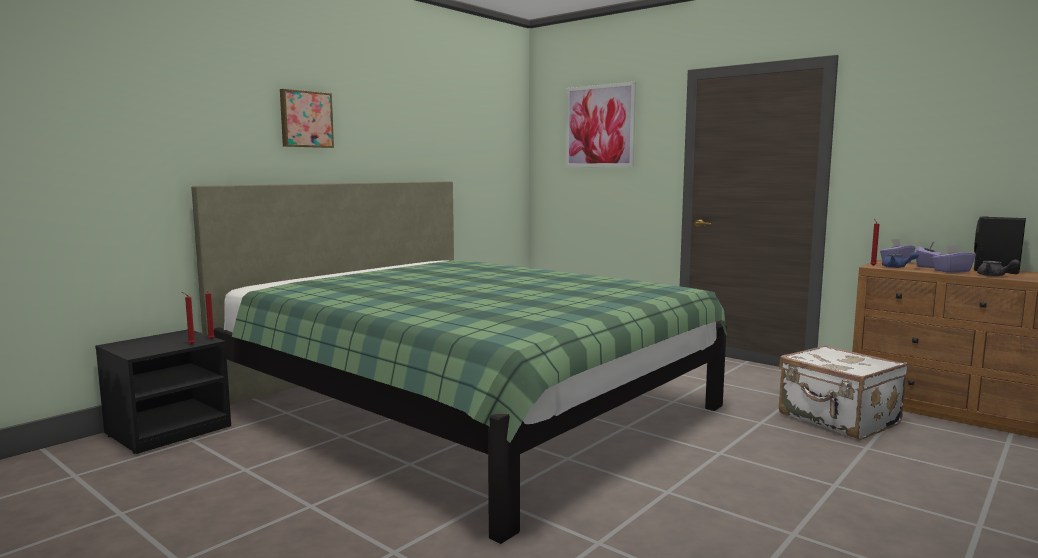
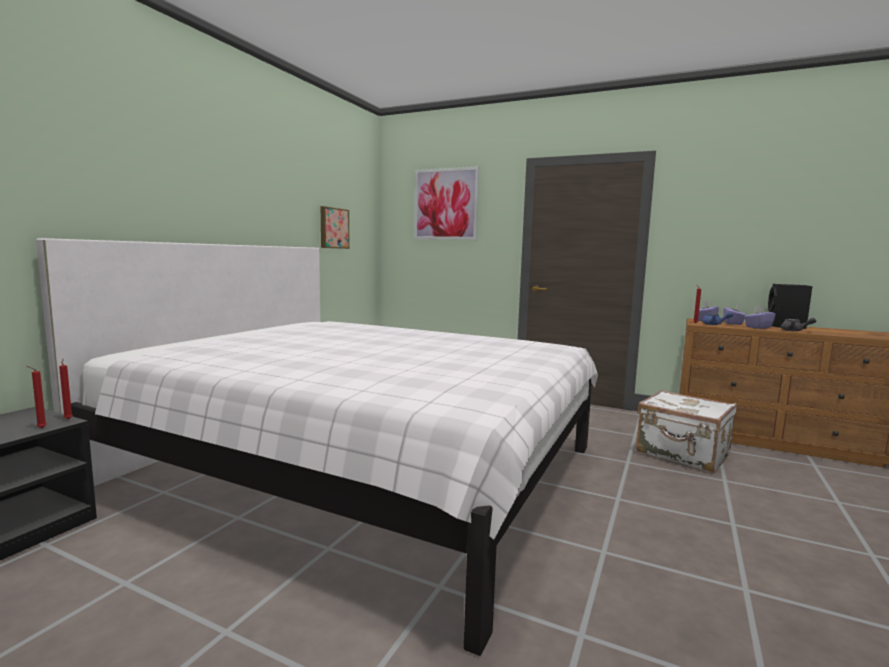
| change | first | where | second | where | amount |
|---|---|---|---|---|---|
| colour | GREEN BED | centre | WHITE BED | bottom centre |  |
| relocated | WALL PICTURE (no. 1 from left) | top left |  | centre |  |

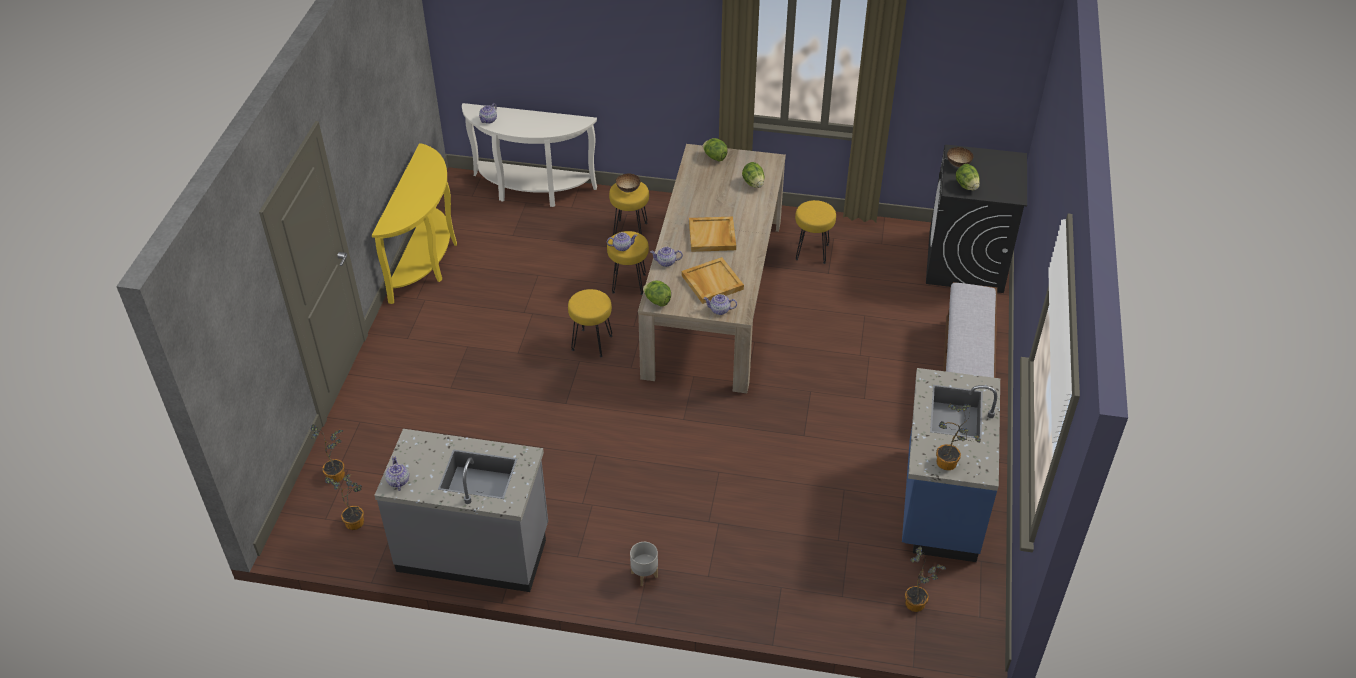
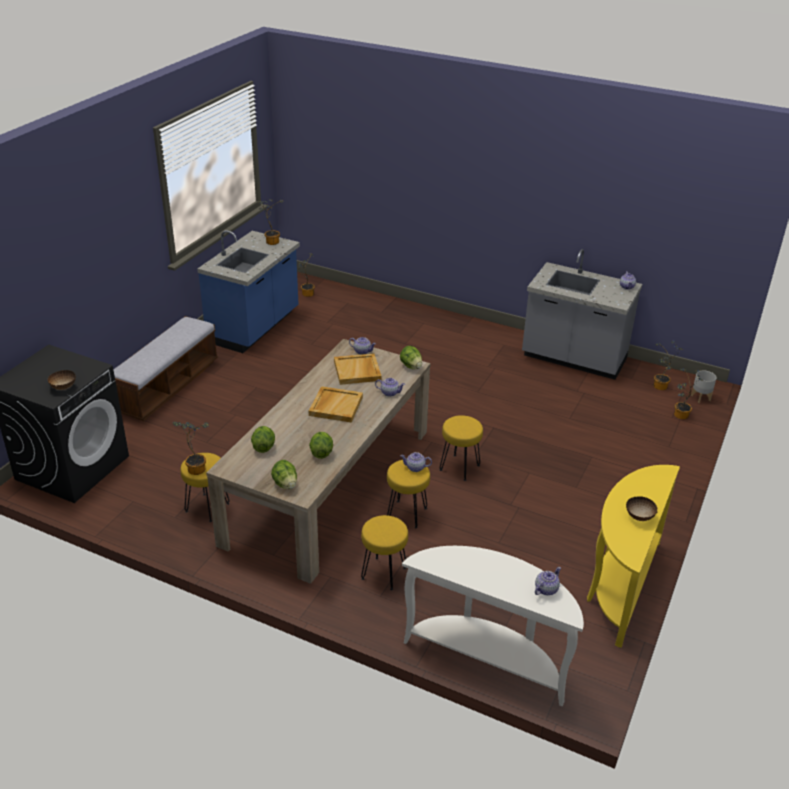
| change | first | where | second | where | amount |
|---|---|---|---|---|---|
| relocated | SERVING BOWL (no. 1 from left in the first image) | top centre | SERVING BOWL (no. 2 from left) | middle right |  |
| relocated | GRAY FLOWER POT | bottom centre |  | middle right |  |
| relocated | LETTUCE HEAD (no. 4 from left in the first image) | top right | LETTUCE HEAD (no. 3 from left) | centre |  |
| appeared |  |  | PLANT IN A POT (no. 1 from left) | middle left |  |

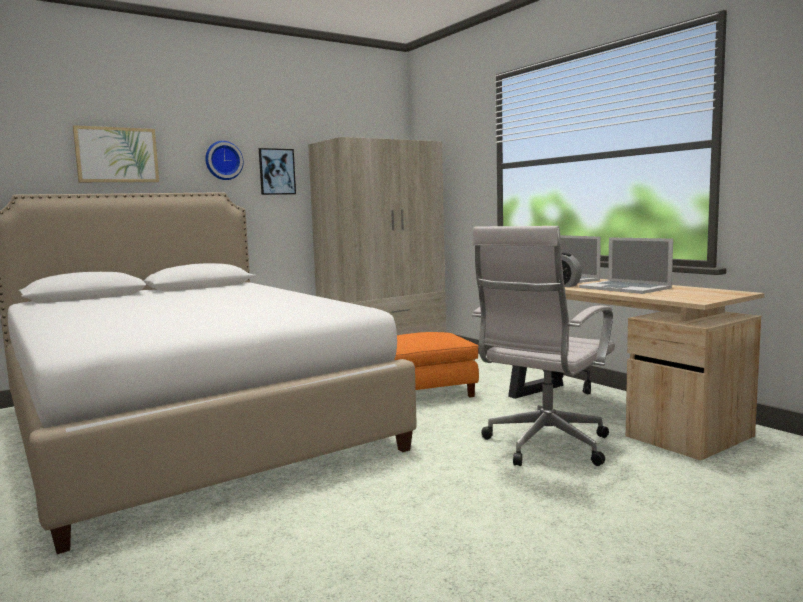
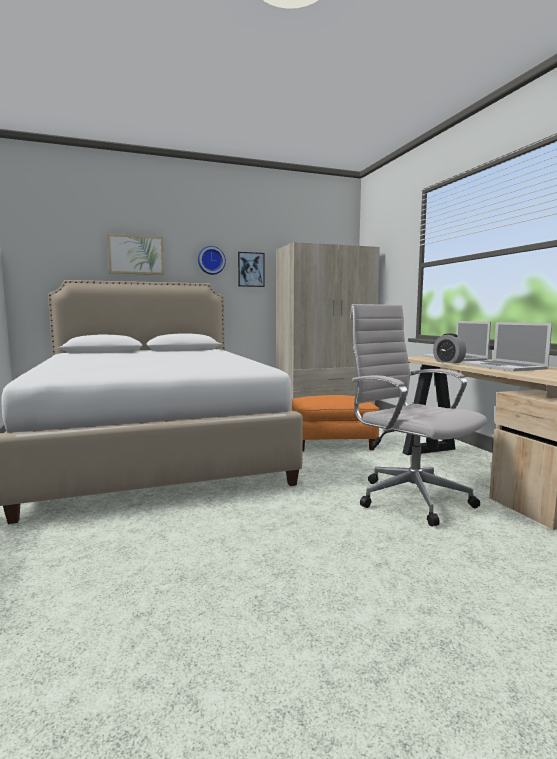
| change | first | where | second | where | amount |
|---|---|---|---|---|---|
| spun | WHITE OFFICE CHAIR | middle right |  | middle right | 90 degrees clockwise |

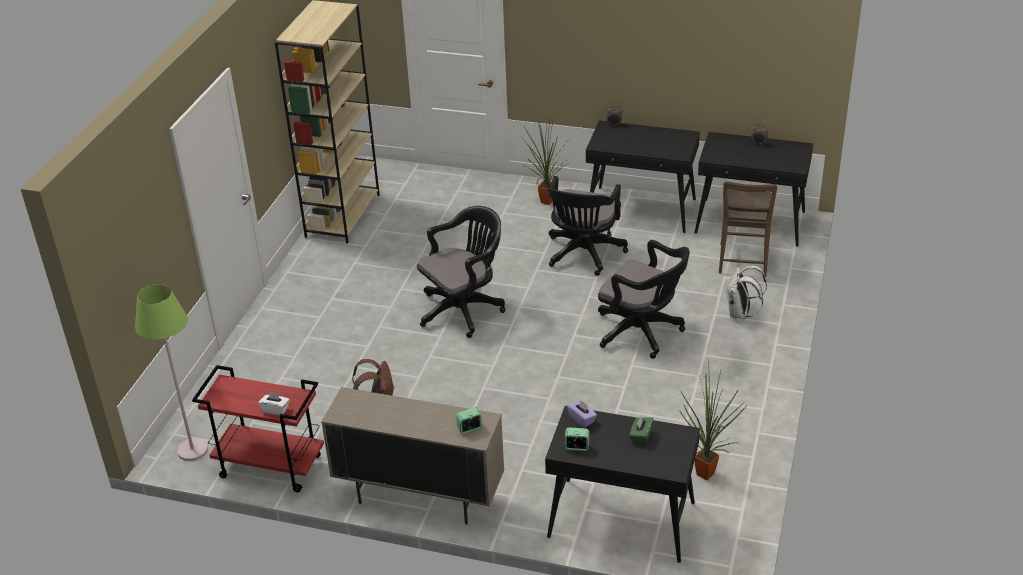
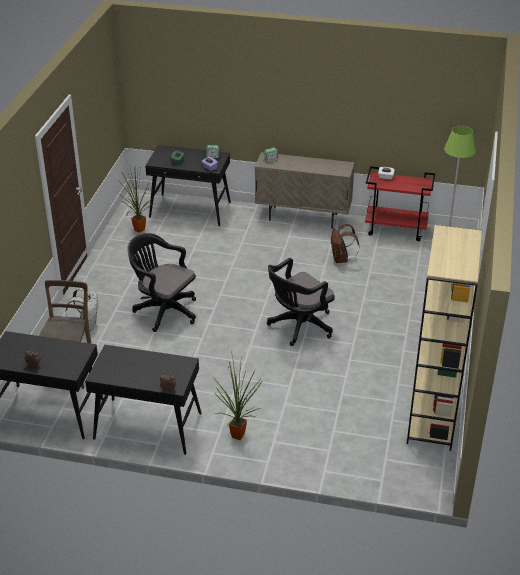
| change | first | where | second | where | amount |
|---|---|---|---|---|---|
| missing | BLACK OFFICE CHAIR (no. 2 from left) | centre |  |  |  |

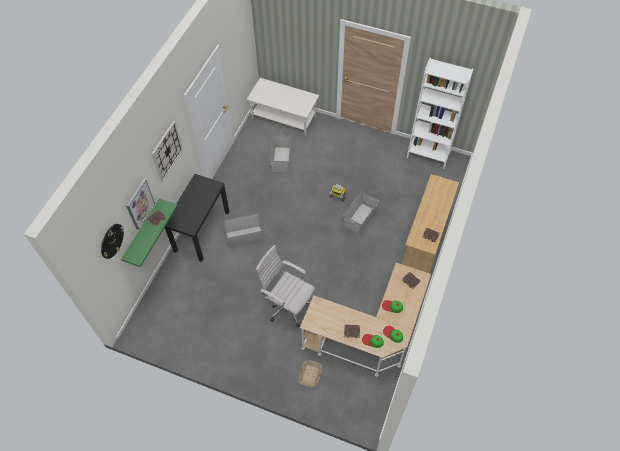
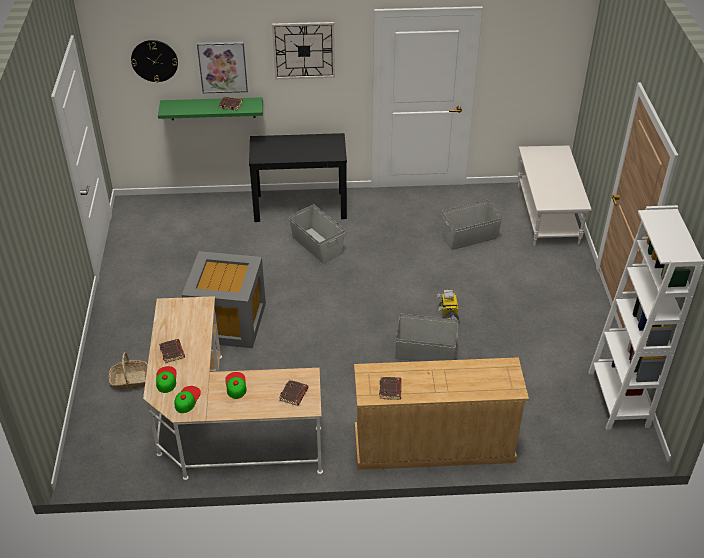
| change | first | where | second | where | amount |
|---|---|---|---|---|---|
| exchanged | WHITE OFFICE CHAIR | centre | GRAY STORAGE CONTAINER (no. 1 from left) | middle left |  |

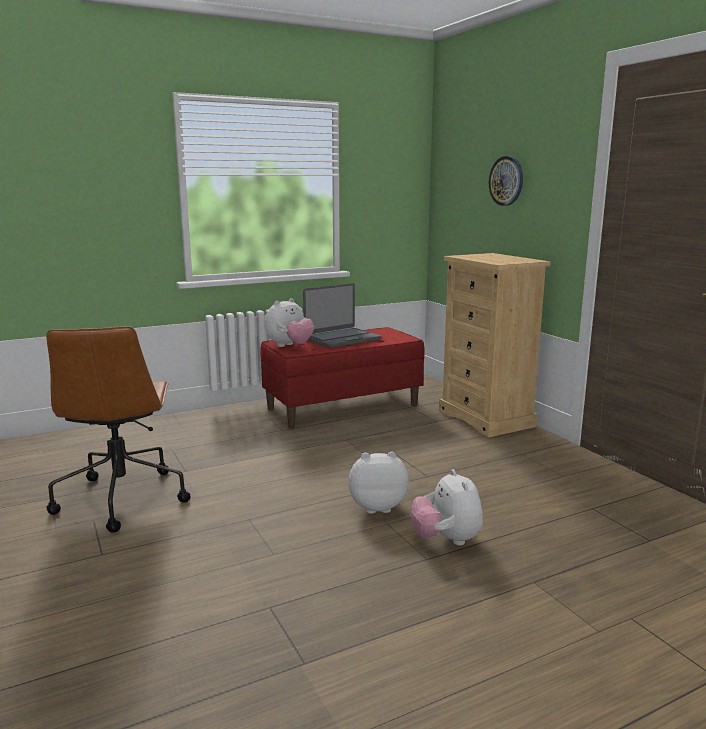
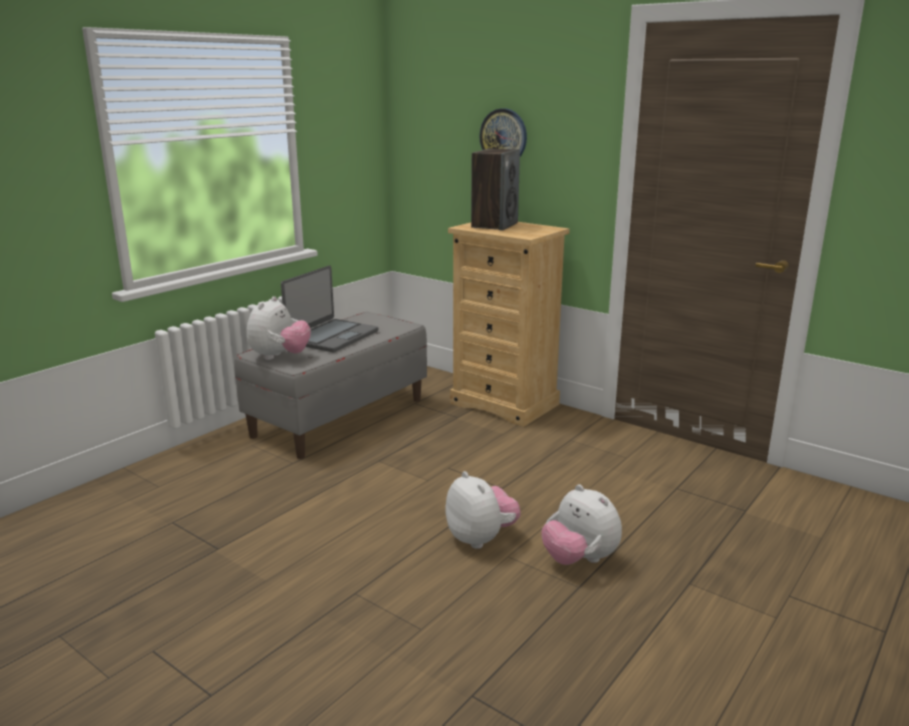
| change | first | where | second | where | amount |
|---|---|---|---|---|---|
| missing | BROWN-COLOURED OFFICE CHAIR | middle left |  |  |  |
| colour | RED LONG SEAT | centre | GRAY LONG SEAT | centre |  |
| spun | PLUSH TOY (no. 2 from left) | centre |  | bottom centre | 90 degrees clockwise |
| appeared |  |  | LOUDSPEAKER | top centre |  |

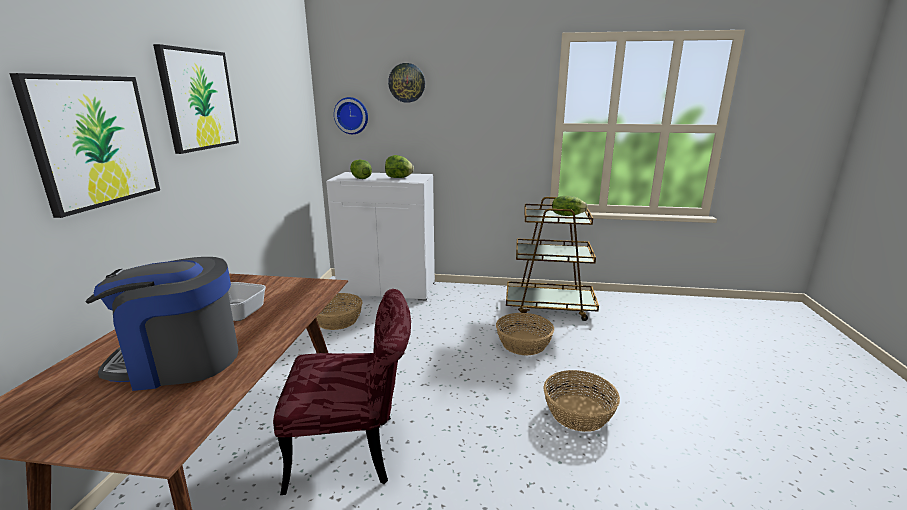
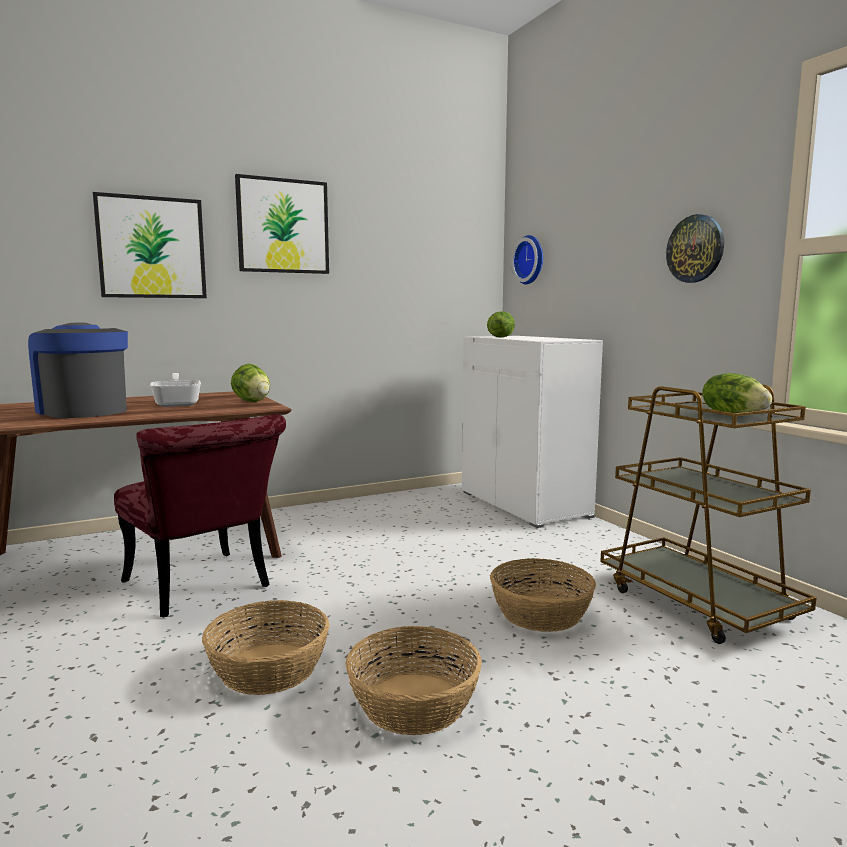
| change | first | where | second | where | amount |
|---|---|---|---|---|---|
| relocated | BASKET (no. 1 from left) | centre |  | bottom left |  |
| relocated | LETTUCE HEAD (no. 2 from left in the first image) | top centre | LETTUCE HEAD (no. 1 from left) | middle left |  |
| relocated | WALL CLOCK (no. 2 from left) | top centre |  | top right |  |

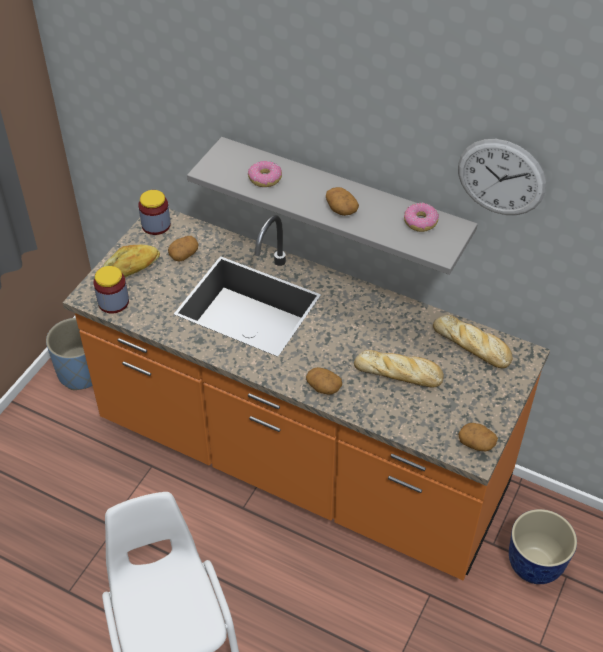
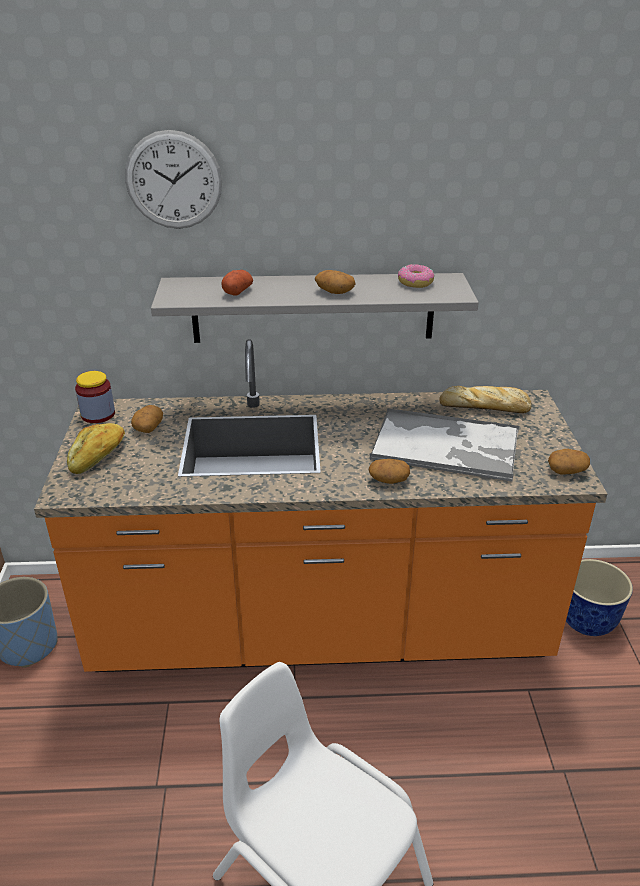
| change | first | where | second | where | amount |
|---|---|---|---|---|---|
| missing | STORAGE JAR (no. 1 from left) | middle left |  |  |  |
| exchanged | DOUGHNUT (no. 1 from left) | top centre | SPUD (no. 2 from left) | top centre |  |
| exchanged | BAKED BREAD (no. 2 from left) | centre | SERVING TRAY | middle right |  |
| relocated | WALL CLOCK | top right |  | top left |  |

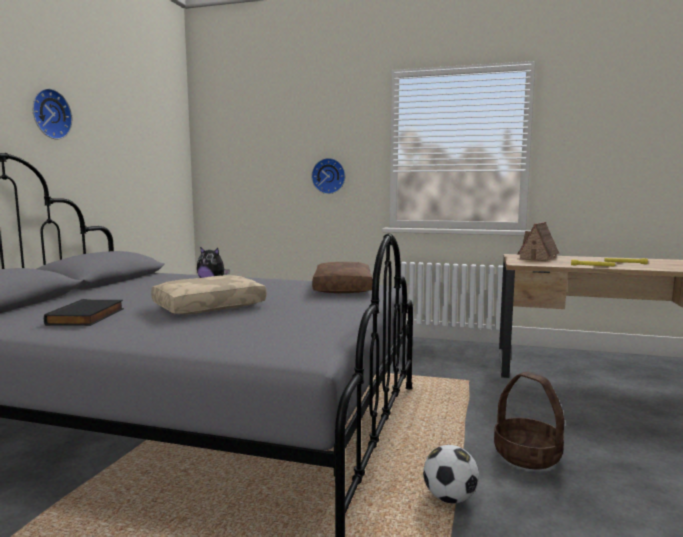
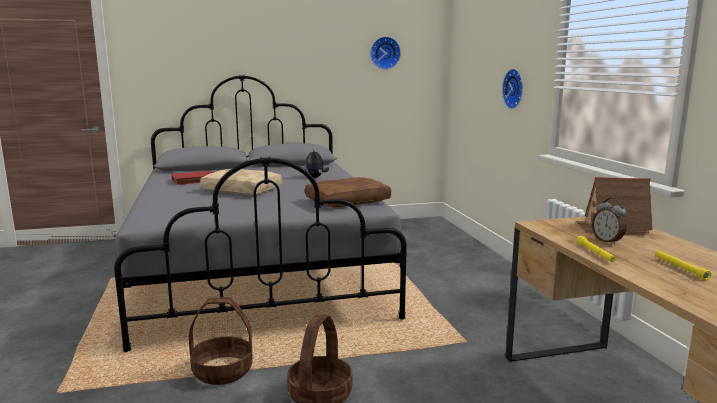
| change | first | where | second | where | amount |
|---|---|---|---|---|---|
| relocated | WALL CLOCK (no. 1 from left) | top left |  | top centre |  |
| colour | BLACK BOUND BOOK | middle left | RED BOUND BOOK | middle left |  |
| exchanged | FOOTBALL | bottom centre | BASKET (no. 1 from left) | bottom left |  |
| appeared |  |  | ALARM CLOCK | middle right |  |

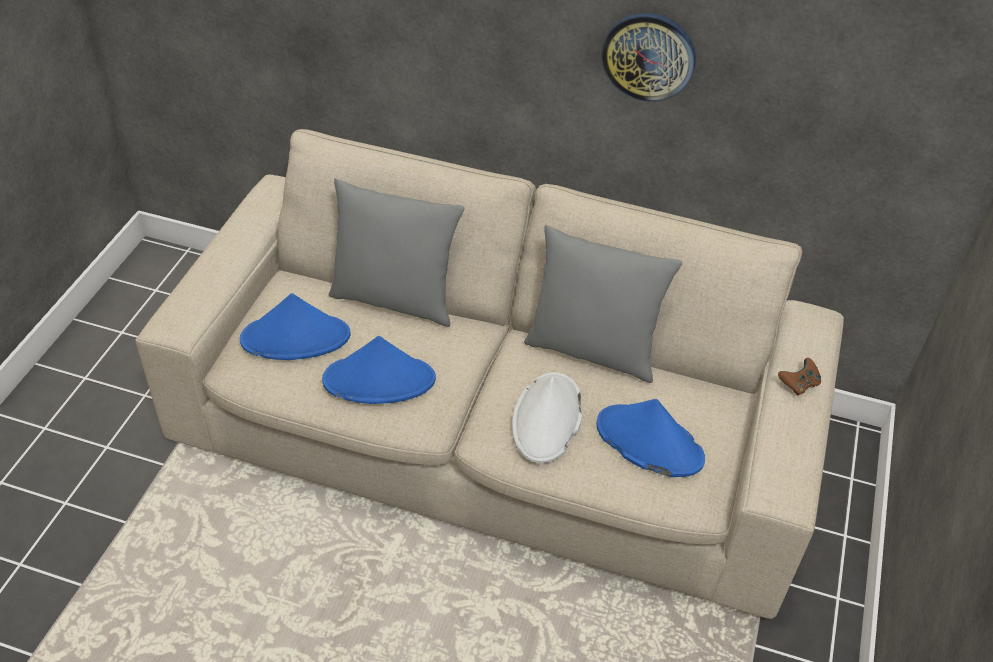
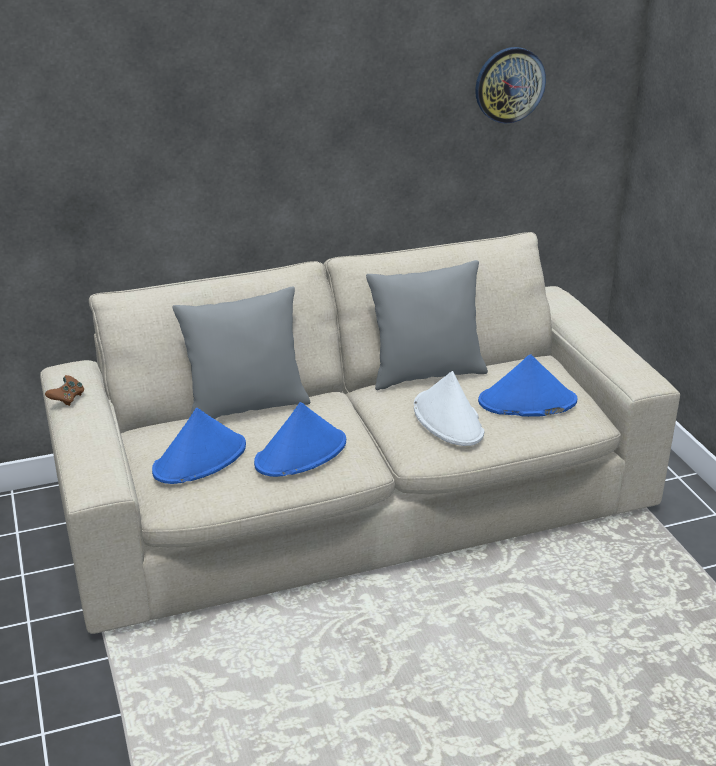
| change | first | where | second | where | amount |
|---|---|---|---|---|---|
| relocated | WALL CLOCK | top centre |  | top right |  |
| relocated | BROWN-COLOURED GAMEPAD | middle right |  | middle left |  |

